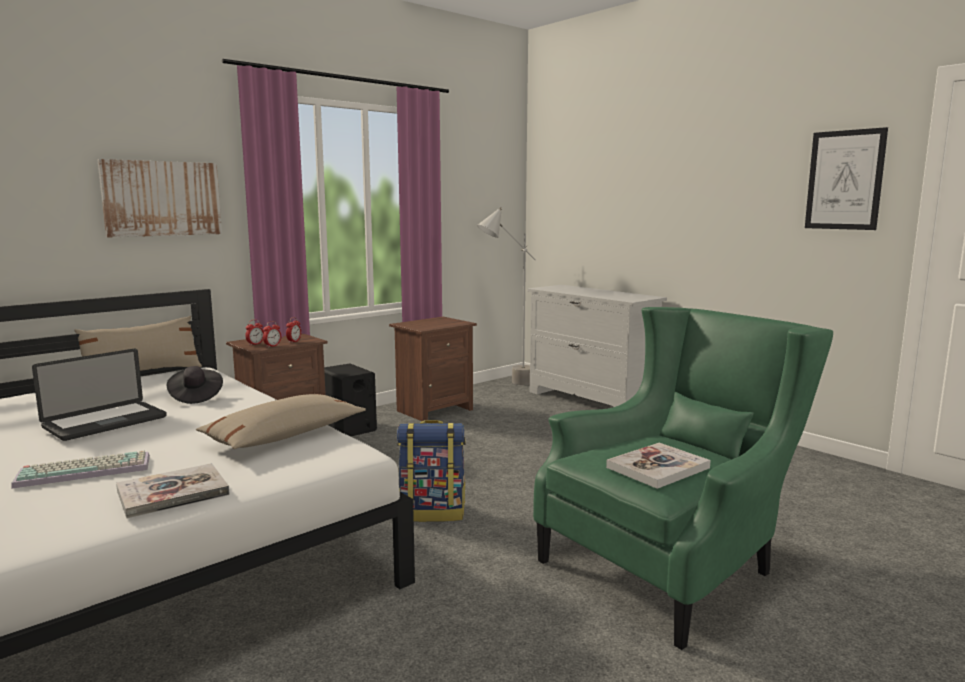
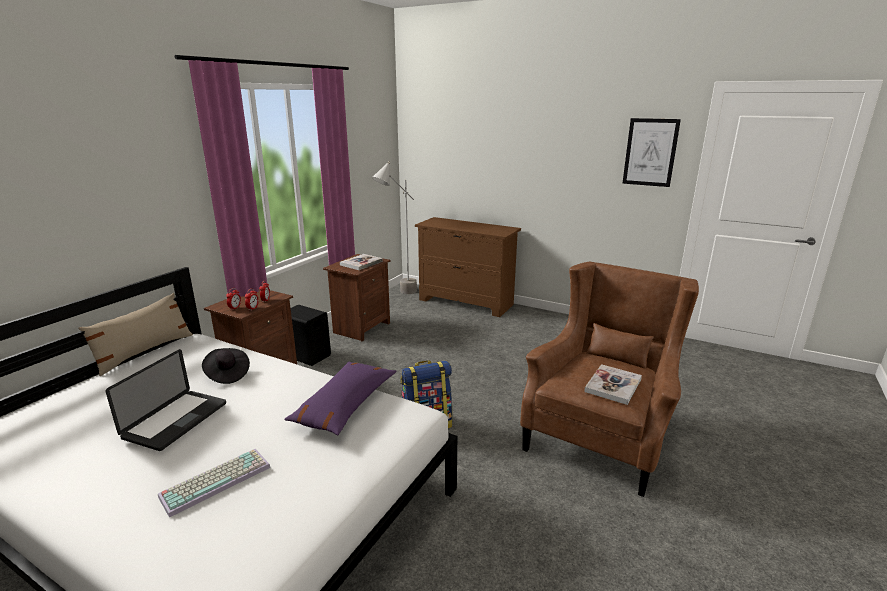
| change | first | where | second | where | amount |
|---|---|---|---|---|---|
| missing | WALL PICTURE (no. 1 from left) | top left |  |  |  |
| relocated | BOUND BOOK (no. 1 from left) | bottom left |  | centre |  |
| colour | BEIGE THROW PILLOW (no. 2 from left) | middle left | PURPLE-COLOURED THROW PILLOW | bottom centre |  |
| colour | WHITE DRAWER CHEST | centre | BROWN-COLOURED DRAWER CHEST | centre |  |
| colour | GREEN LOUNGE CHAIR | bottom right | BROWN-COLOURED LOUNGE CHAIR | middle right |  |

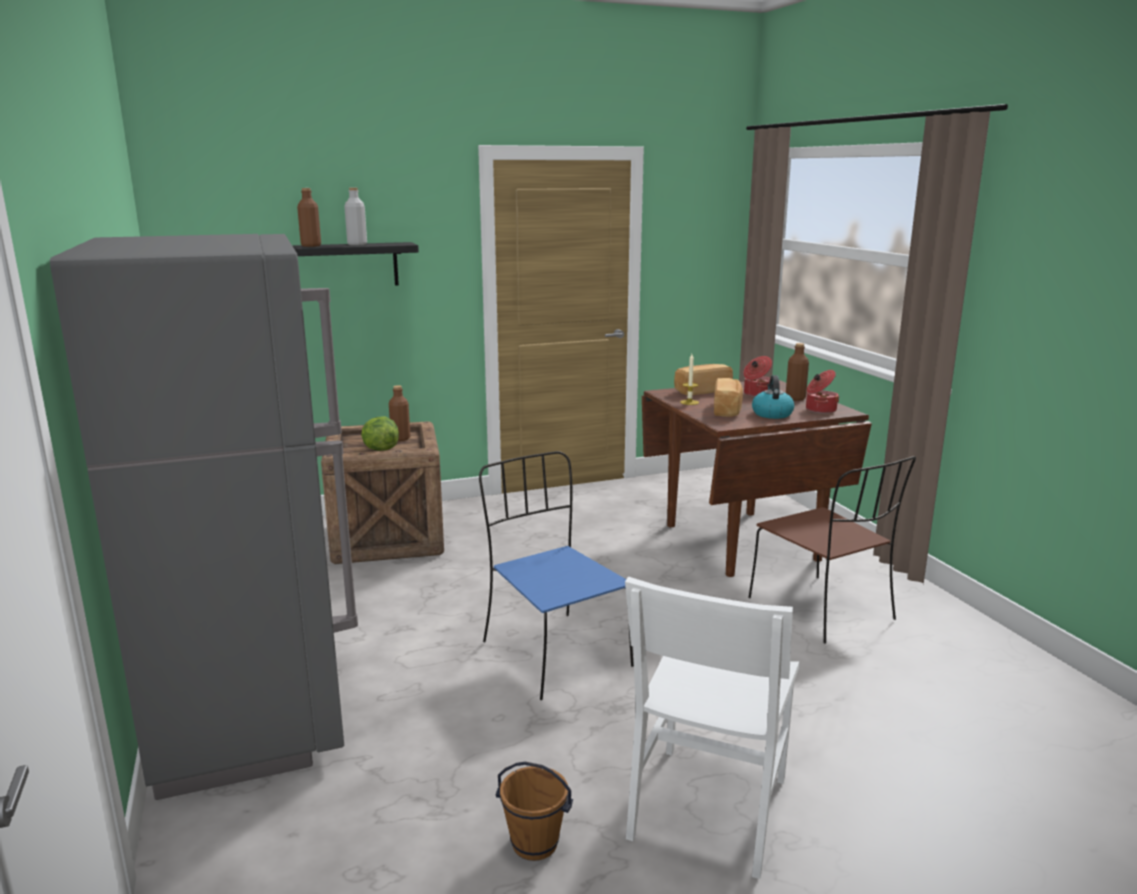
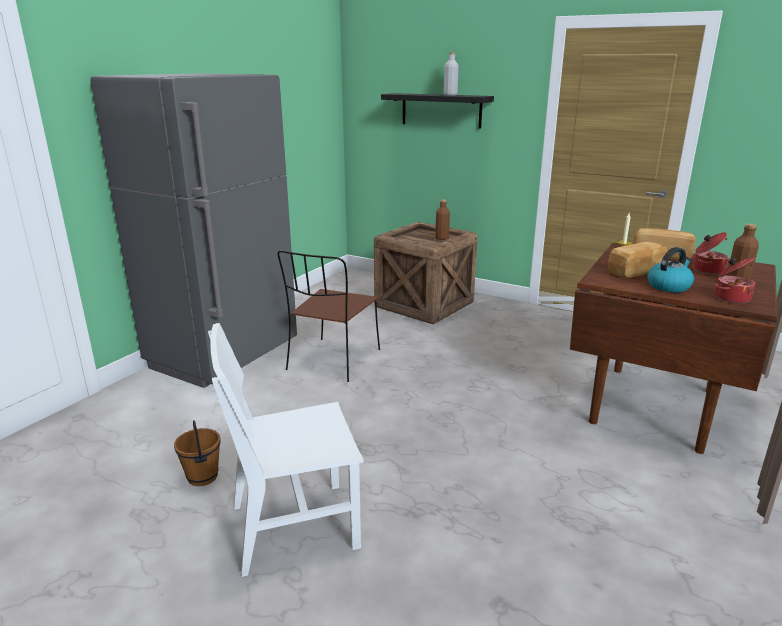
| change | first | where | second | where | amount |
|---|---|---|---|---|---|
| missing | BROWN-COLOURED DRINK BOTTLE (no. 1 from left) | top left |  |  |  |
| missing | LETTUCE HEAD | centre |  |  |  |
| missing | BLUE PLAIN CHAIR | centre |  |  |  |
| relocated | BROWN-COLOURED PLAIN CHAIR | middle right |  | centre |  |

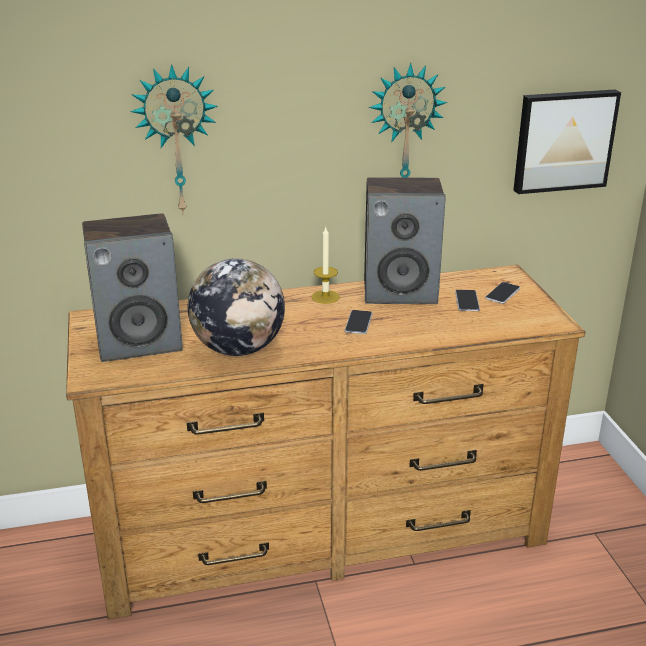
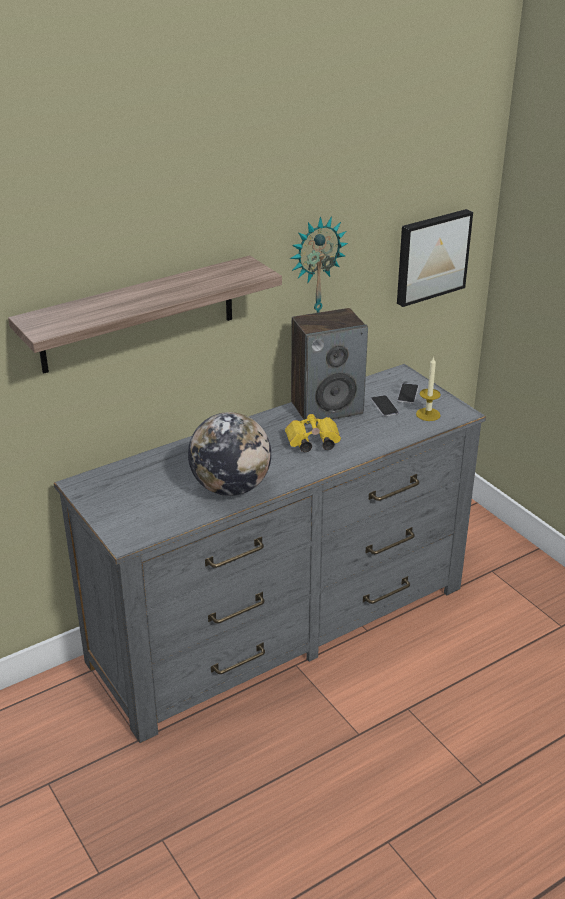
| change | first | where | second | where | amount |
|---|---|---|---|---|---|
| colour | BROWN-COLOURED DRAWER CHEST | bottom centre | GRAY DRAWER CHEST | centre |  |
| missing | LOUDSPEAKER (no. 1 from left) | middle left |  |  |  |
| exchanged | WALL CLOCK (no. 1 from left) | top left | BRACKET SHELF | middle left |  |
| relocated | WAX CANDLE | centre |  | middle right |  |
| exchanged | HANDSET (no. 1 from left) | centre | YELLOW-COLOURED BINOCULARS | centre |  |

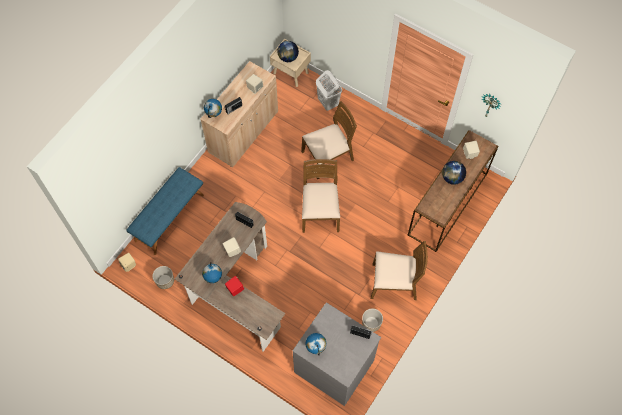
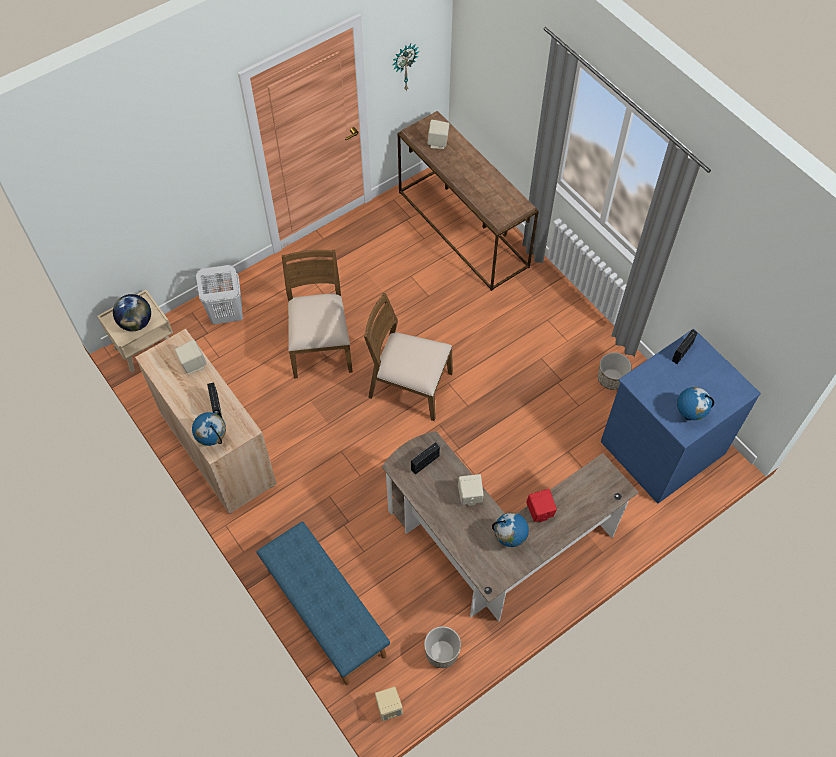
| change | first | where | second | where | amount |
|---|---|---|---|---|---|
| colour | GRAY DRAWER CHEST | bottom centre | BLUE DRAWER CHEST | middle right |  |
| missing | BROWN-COLOURED PLAIN CHAIR (no. 3 from left) | centre |  |  |  |
| missing | DESK GLOBE (no. 5 from left) | middle right |  |  |  |

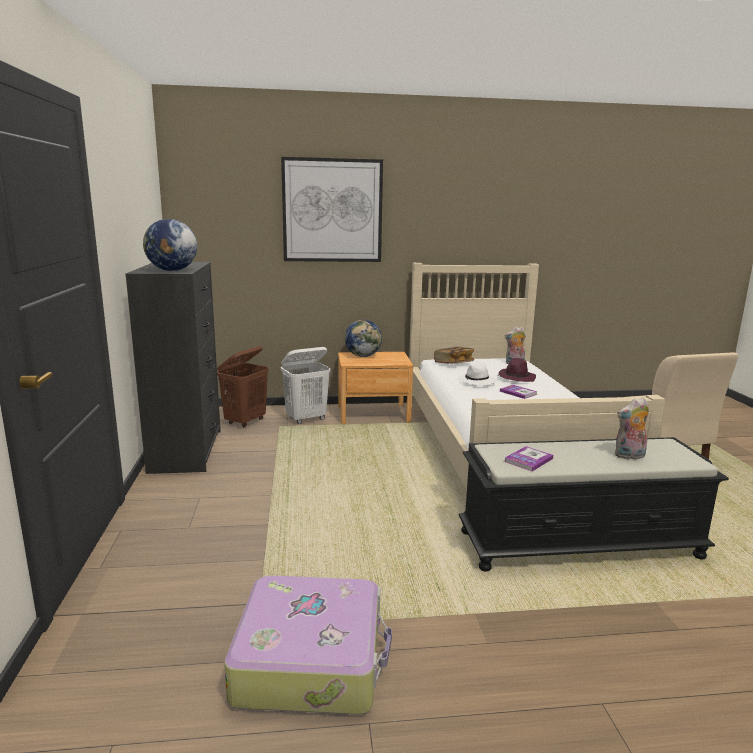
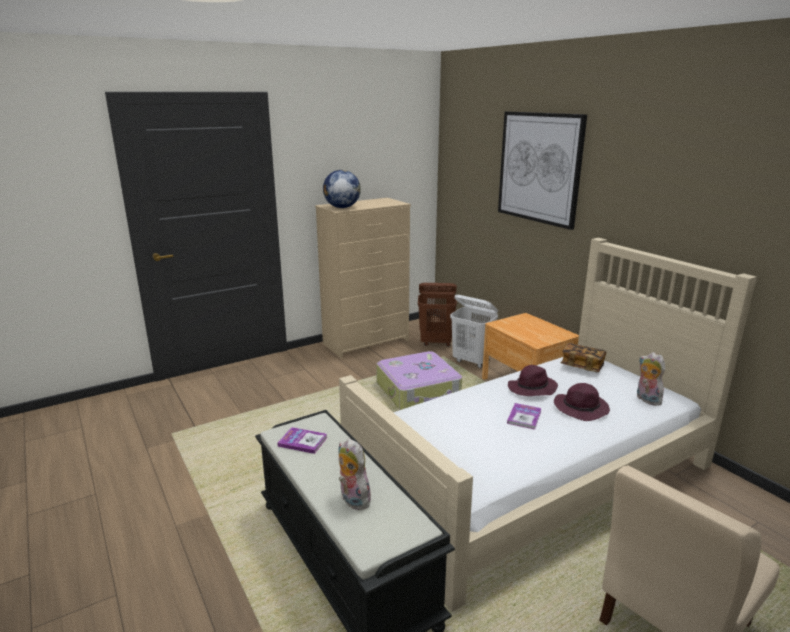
| change | first | where | second | where | amount |
|---|---|---|---|---|---|
| colour | BLACK DRAWER CHEST | middle left | BEIGE DRAWER CHEST | centre |  |
| relocated | PIECE OF LUGGAGE | bottom centre |  | centre |  |
| missing | DESK GLOBE (no. 2 from left) | centre |  |  |  |
| colour | WHITE CLOTHING HAT | centre | PURPLE-COLOURED CLOTHING HAT (no. 1 from left) | middle right |  |

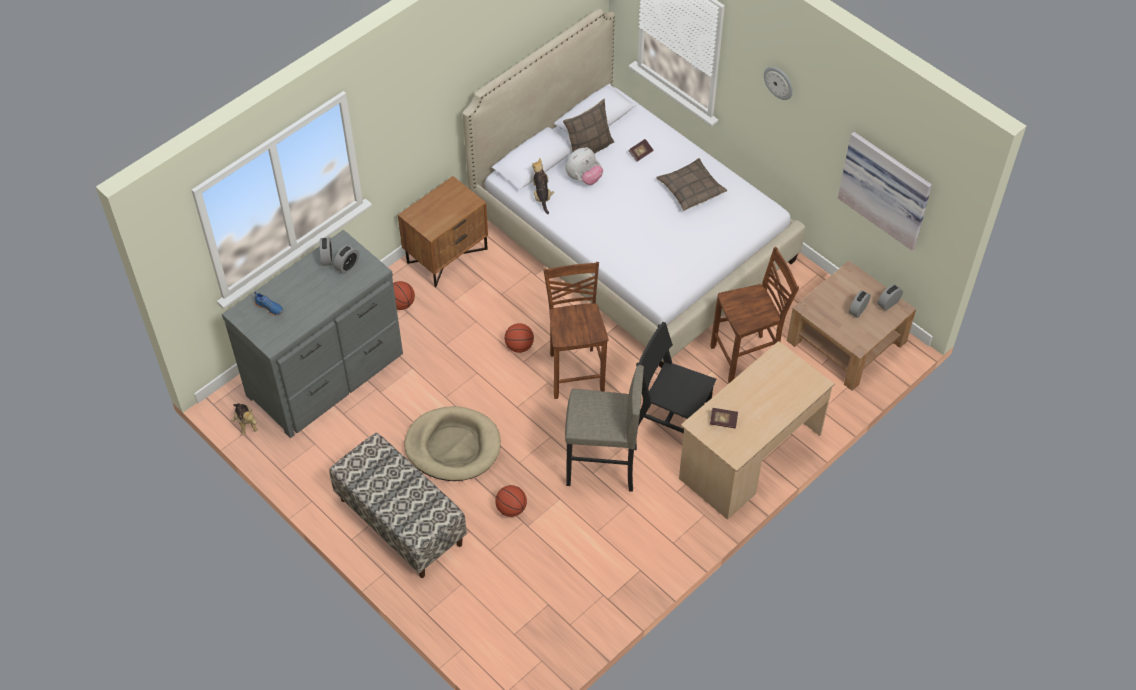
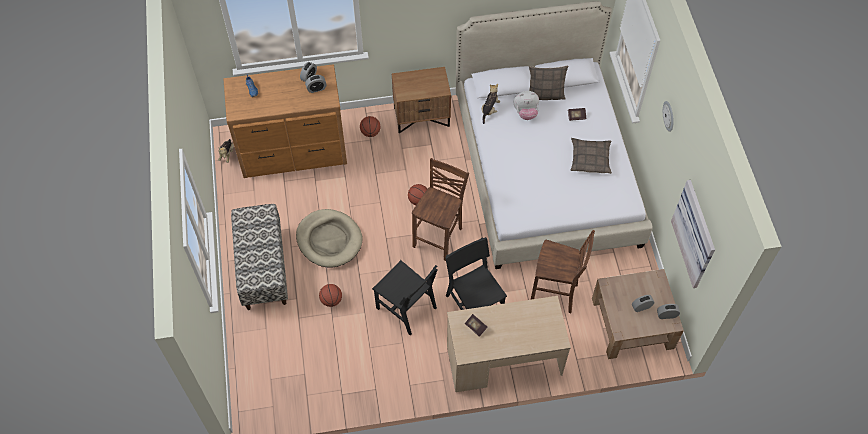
| change | first | where | second | where | amount |
|---|---|---|---|---|---|
| colour | GRAY DRAWER CHEST | middle left | BROWN-COLOURED DRAWER CHEST | top left |  |
| exchanged | GRAY STOOL | centre | BLACK PLAIN CHAIR (no. 1 from left) | bottom centre |  |

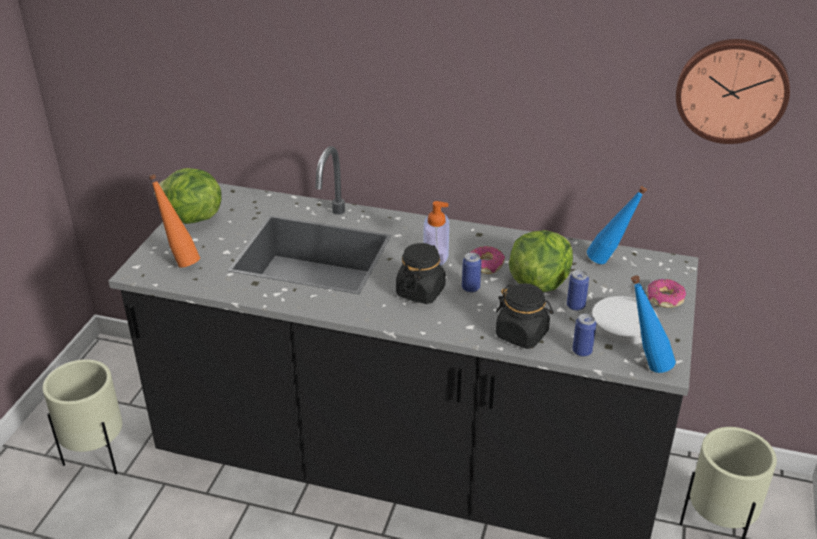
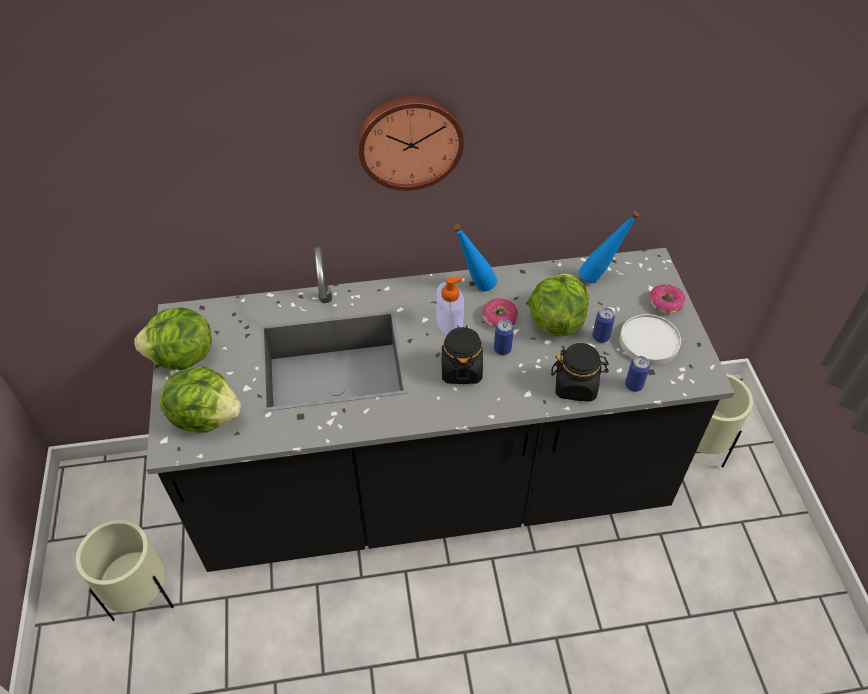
| change | first | where | second | where | amount |
|---|---|---|---|---|---|
| exchanged | ORANGEY DRINK BOTTLE | middle left | LETTUCE HEAD (no. 2 from left) | middle left |  |
| relocated | BLUE DRINK BOTTLE (no. 2 from left in the first image) | middle right | BLUE DRINK BOTTLE (no. 1 from left) | centre |  |
| relocated | WALL CLOCK | top right |  | top centre |  |

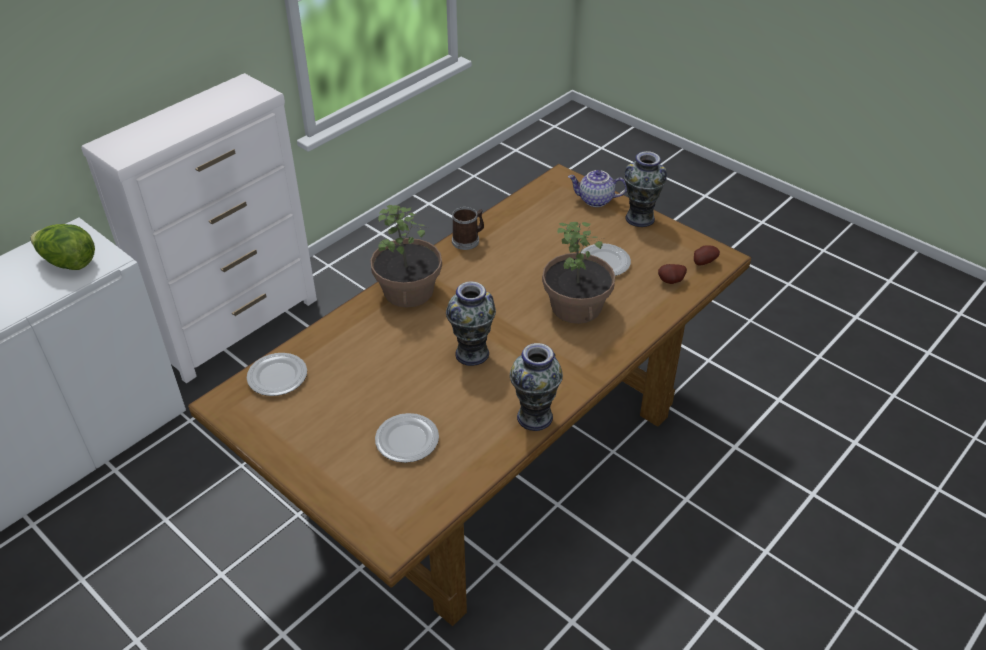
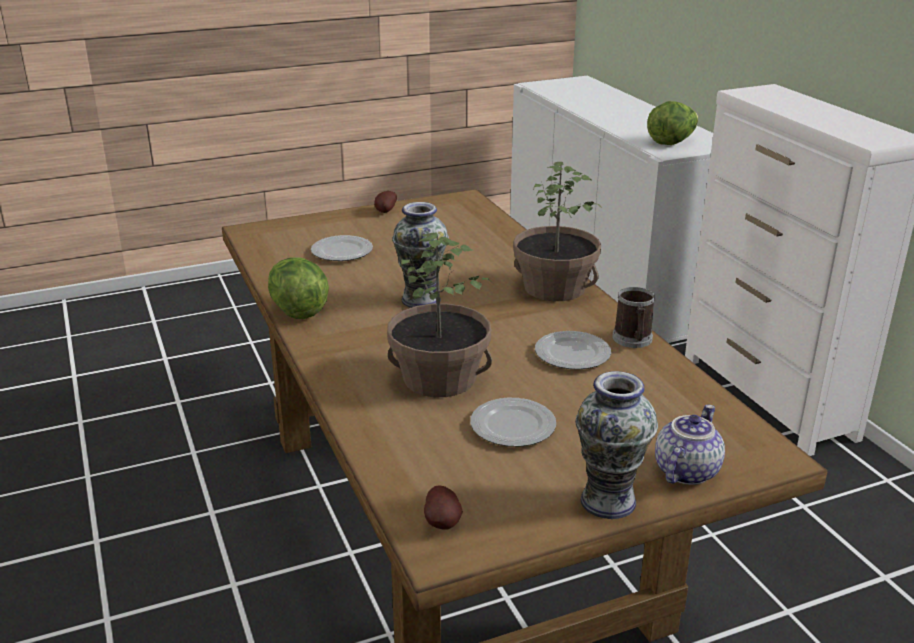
| change | first | where | second | where | amount |
|---|---|---|---|---|---|
| relocated | DINNER PLATE (no. 1 from left in the first image) | middle left | DINNER PLATE (no. 3 from left) | centre |  |
| exchanged | DECORATIVE VASE (no. 2 from left) | centre | LETTUCE HEAD (no. 1 from left) | middle left |  |
| relocated | SPUD (no. 1 from left) | middle right |  | top centre |  |

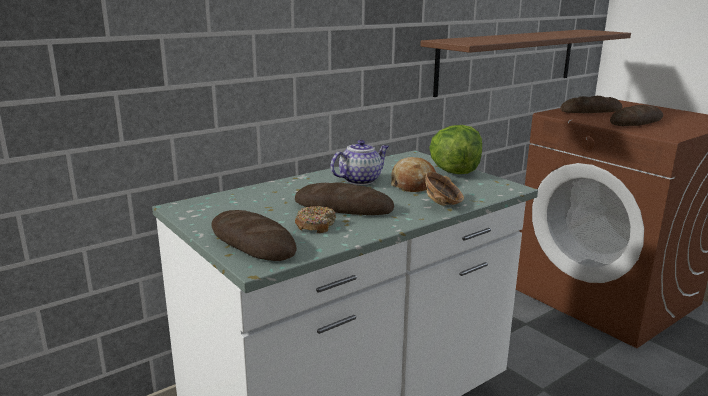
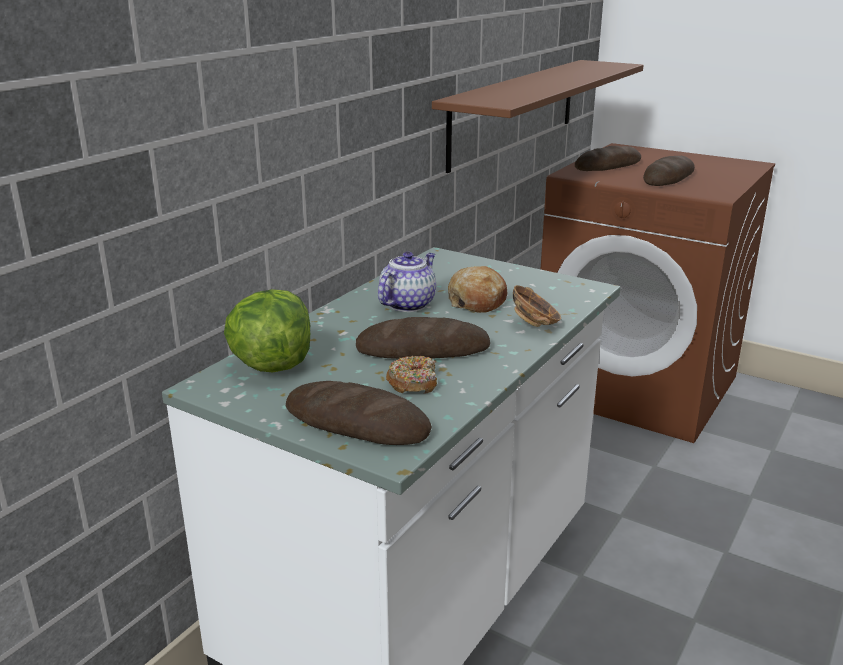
| change | first | where | second | where | amount |
|---|---|---|---|---|---|
| relocated | LETTUCE HEAD | centre |  | middle left |  |

